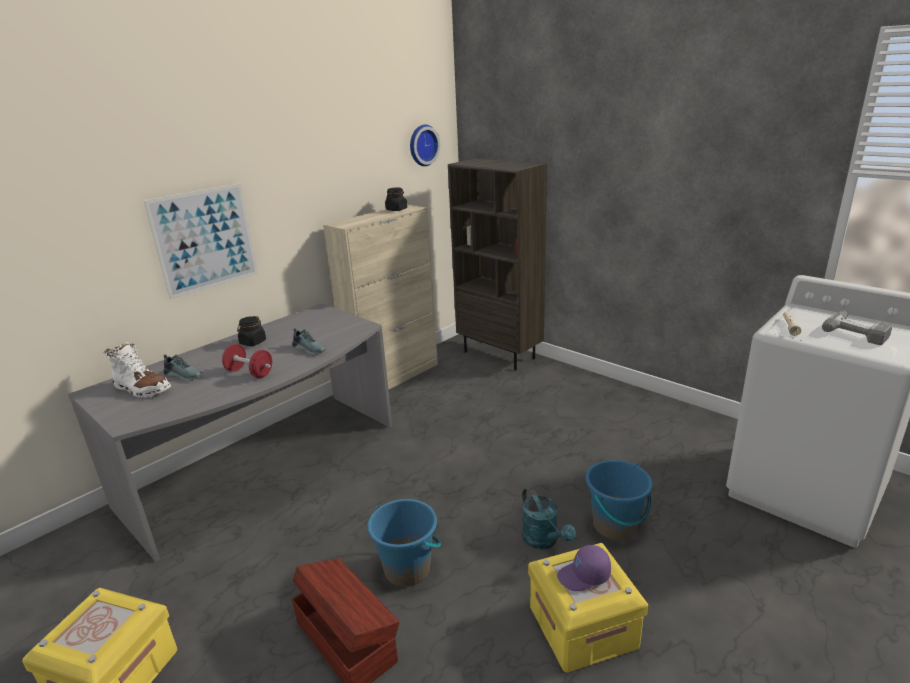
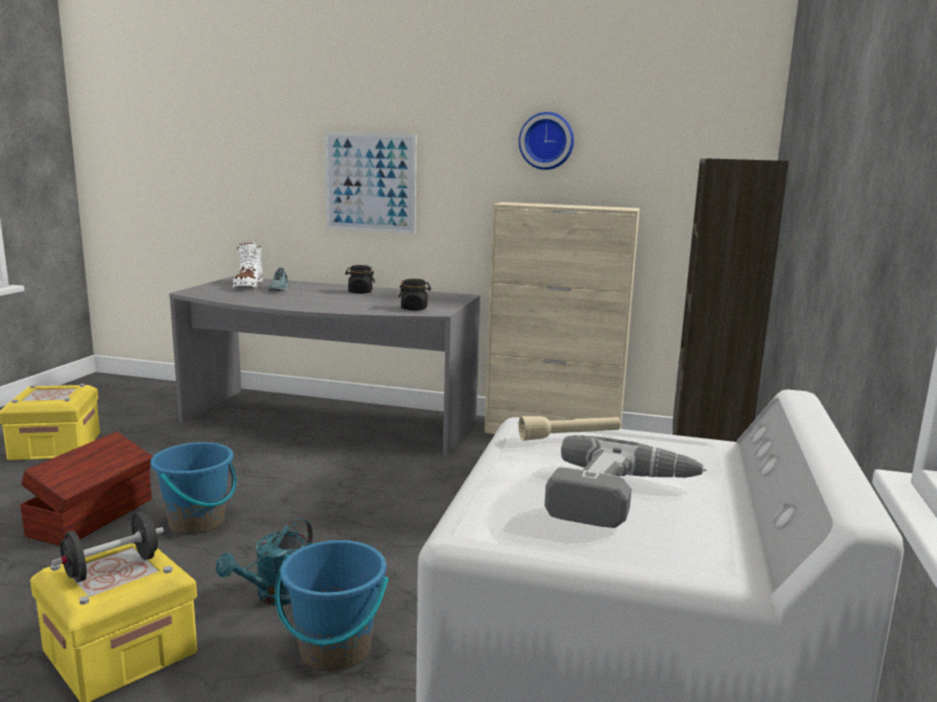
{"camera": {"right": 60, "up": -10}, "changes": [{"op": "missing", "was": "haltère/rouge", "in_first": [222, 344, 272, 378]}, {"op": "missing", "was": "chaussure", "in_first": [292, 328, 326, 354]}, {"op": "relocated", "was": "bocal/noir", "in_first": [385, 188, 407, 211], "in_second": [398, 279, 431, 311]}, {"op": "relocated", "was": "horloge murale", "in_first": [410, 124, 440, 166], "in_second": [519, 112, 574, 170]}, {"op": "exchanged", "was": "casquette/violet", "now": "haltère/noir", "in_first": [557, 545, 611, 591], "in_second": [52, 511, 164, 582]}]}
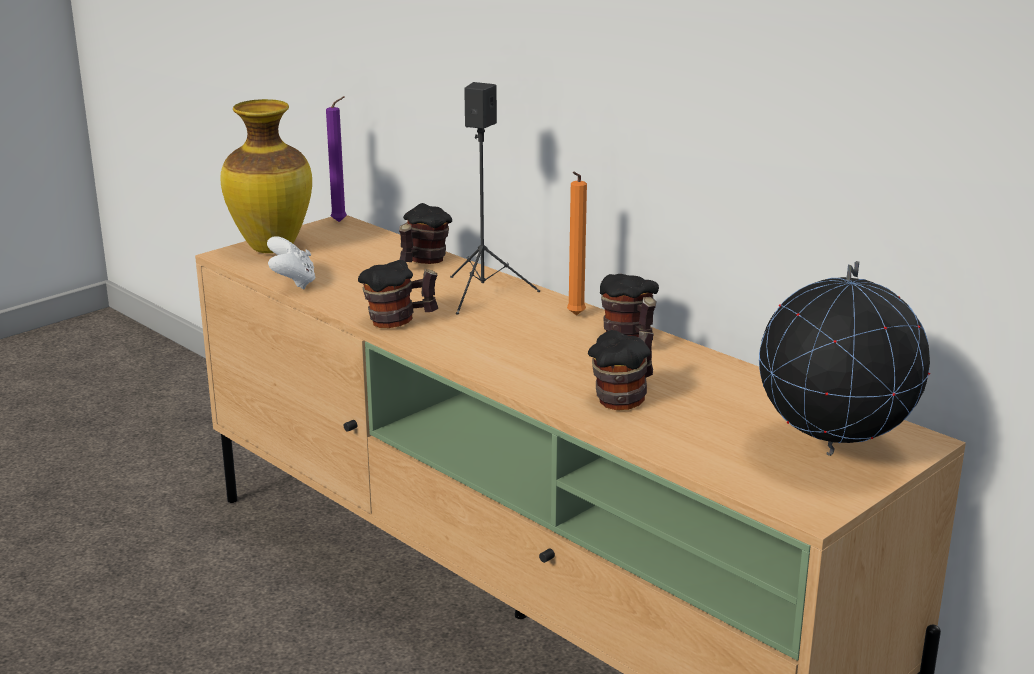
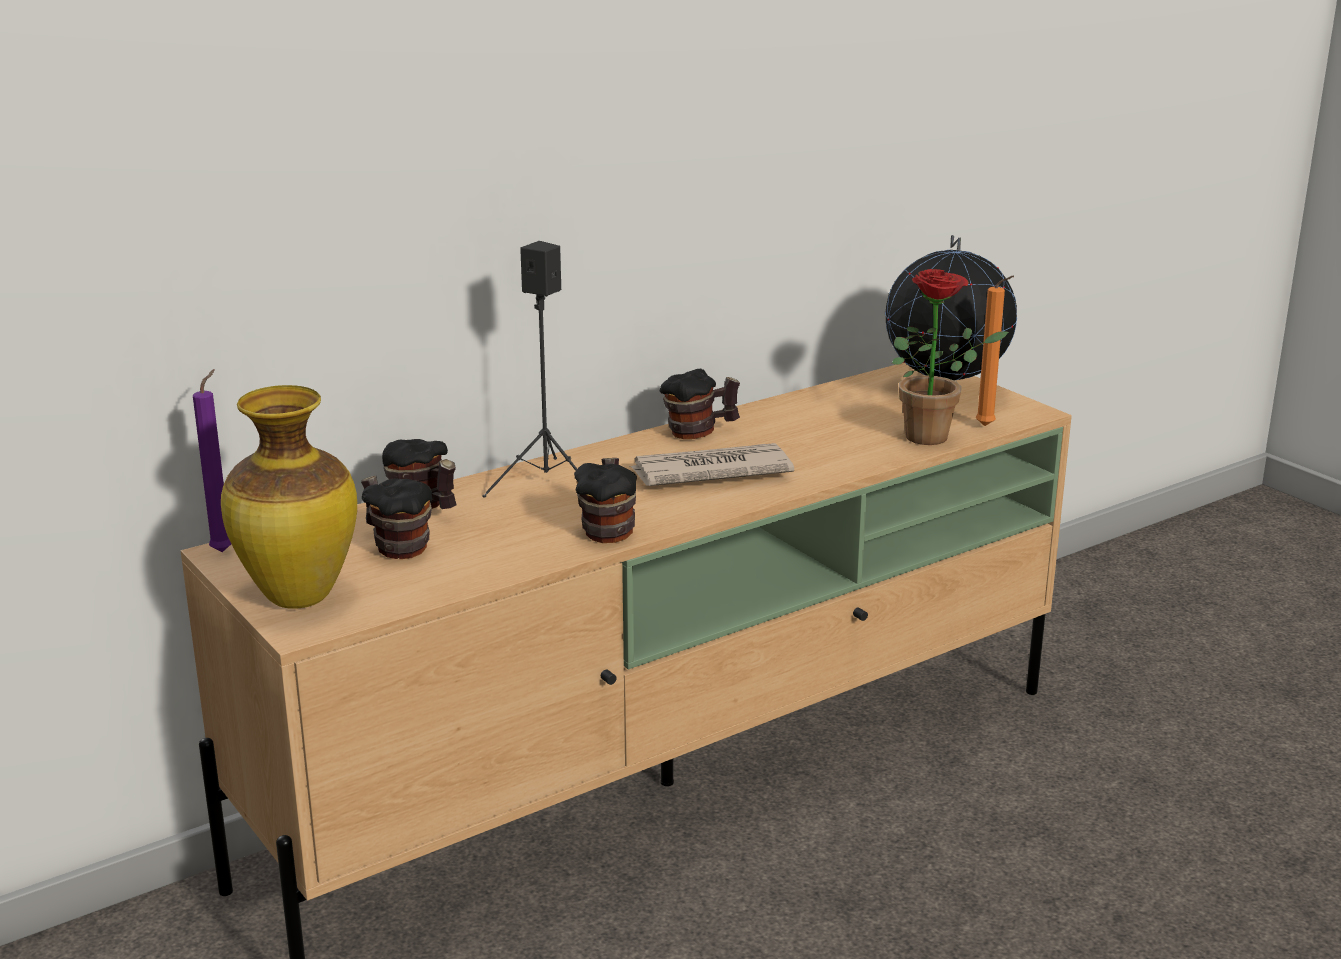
{"camera": {"right": -80, "up": 0}, "changes": [{"op": "missing", "was": "manette/blanc", "in_first": [267, 236, 316, 290]}, {"op": "relocated", "was": "bougie/orange", "in_first": [567, 172, 587, 315], "in_second": [975, 276, 1014, 426]}, {"op": "relocated", "was": "mug", "in_first": [588, 330, 654, 410], "in_second": [361, 475, 432, 559]}, {"op": "appeared", "now": "journal", "in_second": [629, 443, 794, 486]}, {"op": "appeared", "now": "plante en pot", "in_second": [892, 269, 1009, 445]}]}
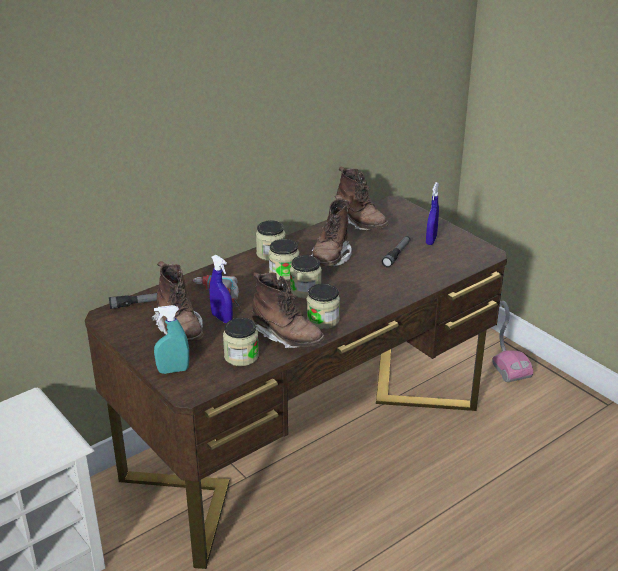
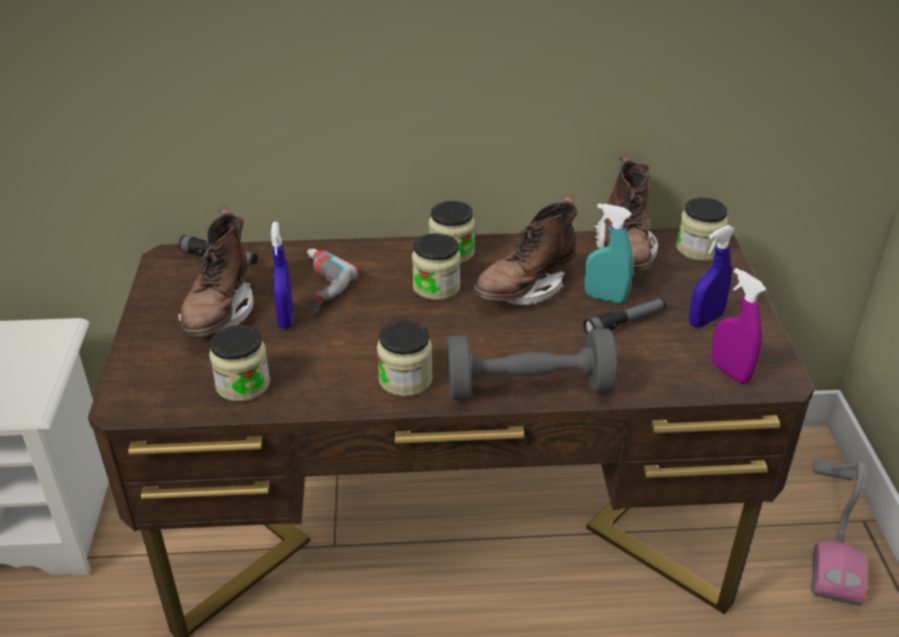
{"camera": {"right": 35, "up": 5}, "changes": [{"op": "relocated", "was": "vaporisateur/turquoise", "in_first": [154, 305, 189, 374], "in_second": [584, 203, 634, 303]}, {"op": "missing", "was": "botte/marron", "in_first": [252, 273, 325, 348]}, {"op": "relocated", "was": "bocal", "in_first": [290, 255, 322, 299], "in_second": [676, 197, 728, 261]}, {"op": "appeared", "now": "haltère/gris", "in_second": [446, 328, 618, 400]}, {"op": "appeared", "now": "vaporisateur/violet", "in_second": [711, 268, 766, 384]}]}
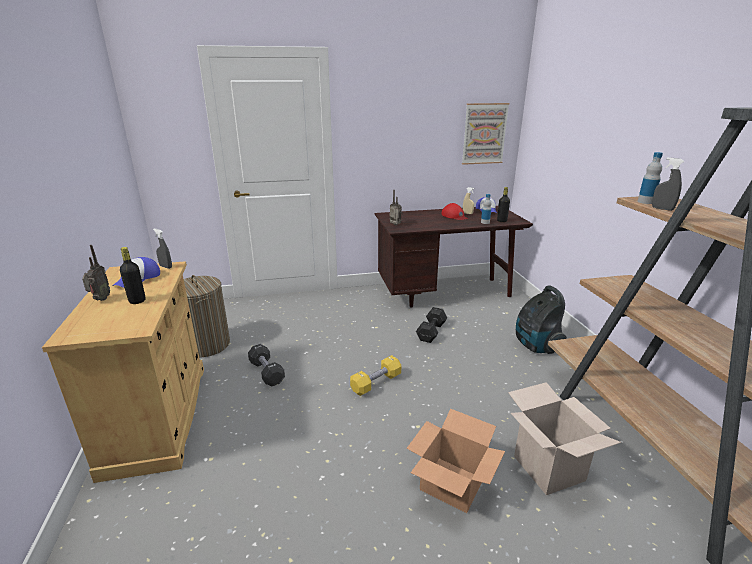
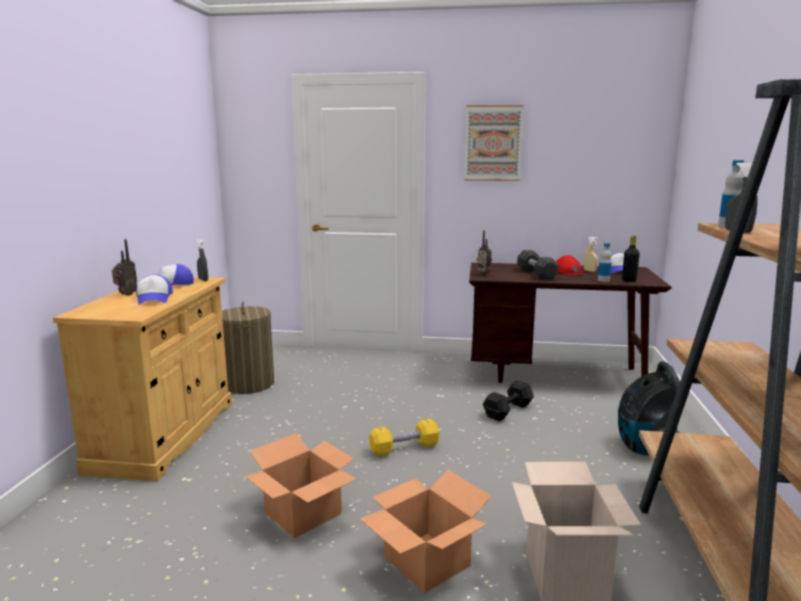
{"camera": {"right": 20, "up": -10}, "changes": [{"op": "exchanged", "was": "bouteille/noir", "now": "casquette", "in_first": [120, 247, 146, 304], "in_second": [136, 275, 173, 305]}, {"op": "relocated", "was": "haltère/noir", "in_first": [248, 344, 285, 386], "in_second": [517, 250, 558, 280]}, {"op": "relocated", "was": "tableau", "in_first": [462, 103, 509, 165], "in_second": [464, 105, 524, 181]}, {"op": "appeared", "now": "carton", "in_second": [245, 433, 357, 538]}]}
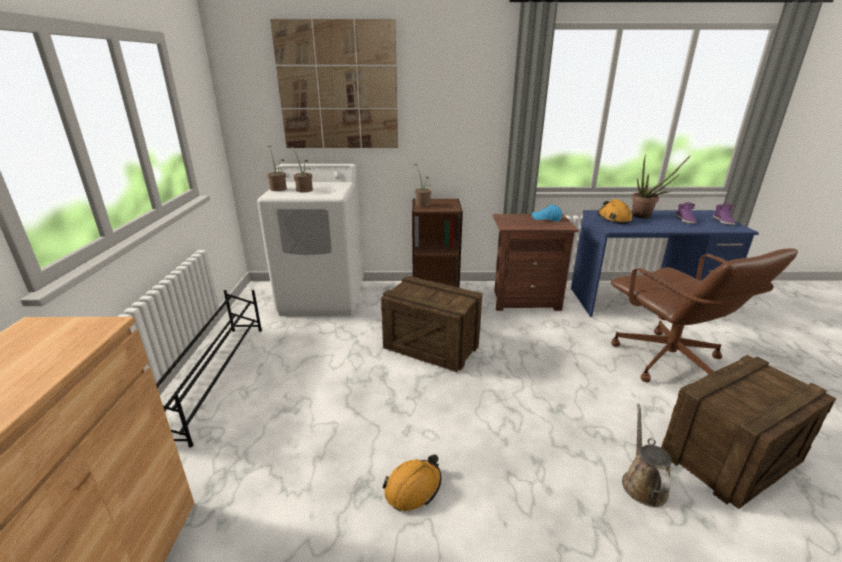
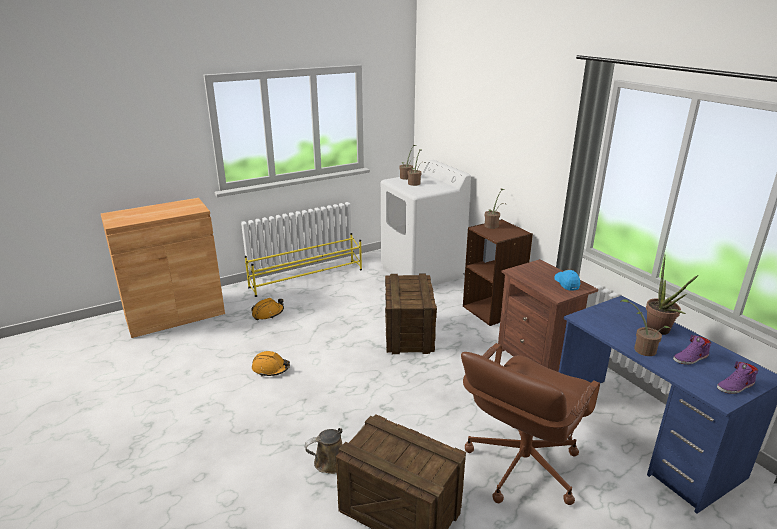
{"camera": {"right": 60, "up": 0}, "changes": [{"op": "colour", "was": "étagère à chaussures/noir", "now": "étagère à chaussures/jaune", "in_first": [156, 290, 262, 447], "in_second": [245, 233, 362, 297]}, {"op": "missing", "was": "tableau", "in_first": [270, 19, 398, 148]}, {"op": "relocated", "was": "casque de chantier/orange", "in_first": [598, 199, 632, 224], "in_second": [251, 298, 284, 320]}, {"op": "appeared", "now": "plante en pot", "in_second": [620, 299, 670, 356]}]}
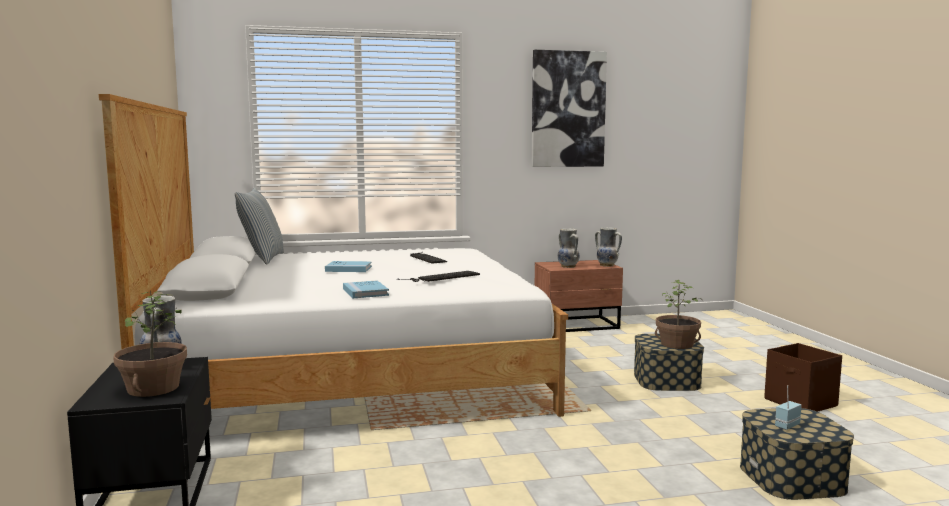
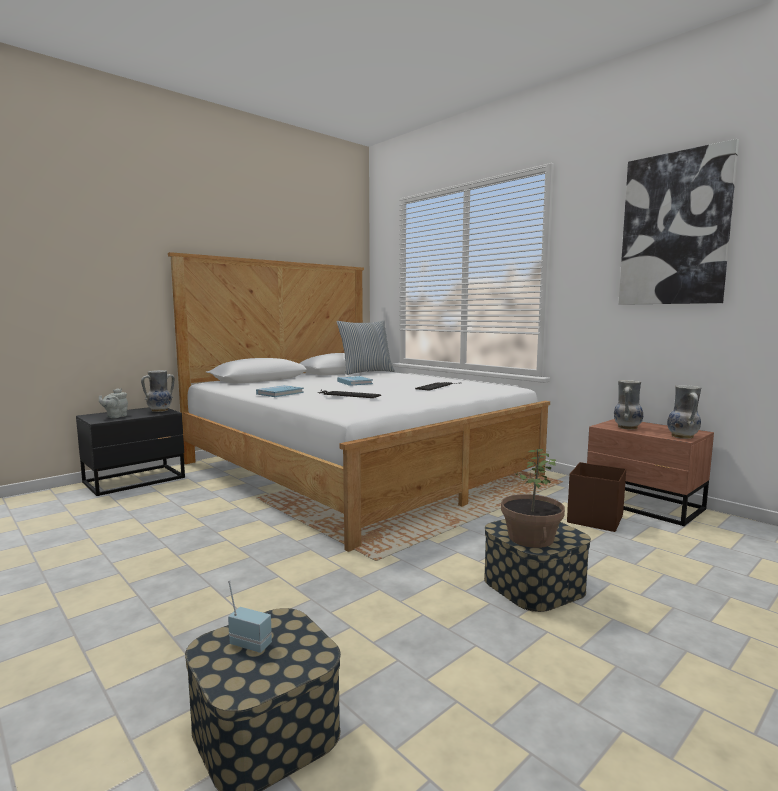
{"camera": {"right": 60, "up": 0}, "changes": [{"op": "exchanged", "was": "plante en pot", "now": "théière/gris", "in_first": [113, 291, 187, 397], "in_second": [99, 388, 128, 418]}, {"op": "relocated", "was": "boîte de rangement/marron", "in_first": [764, 343, 842, 412], "in_second": [567, 462, 626, 532]}]}
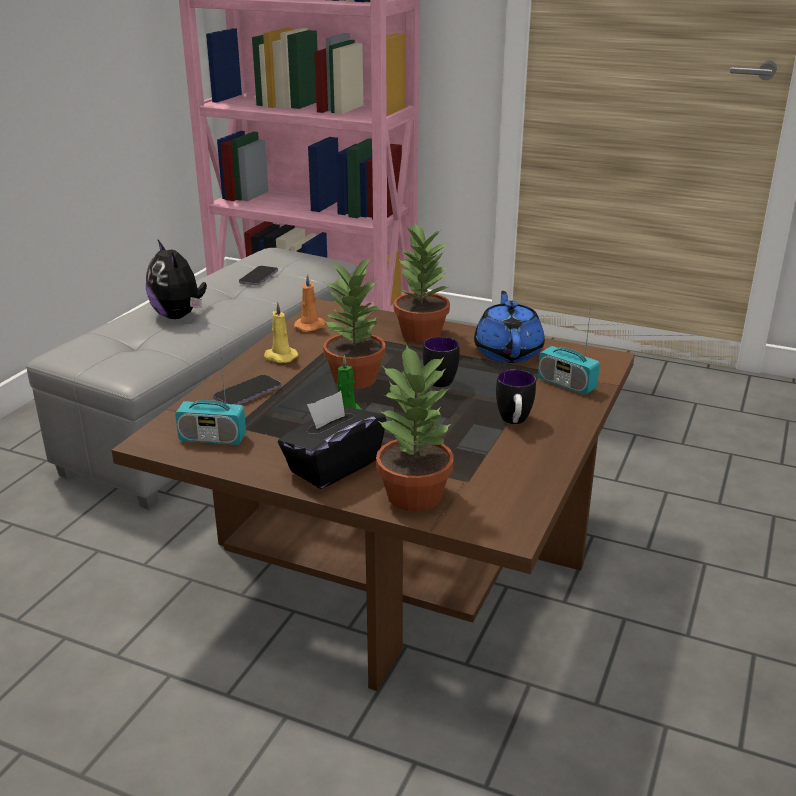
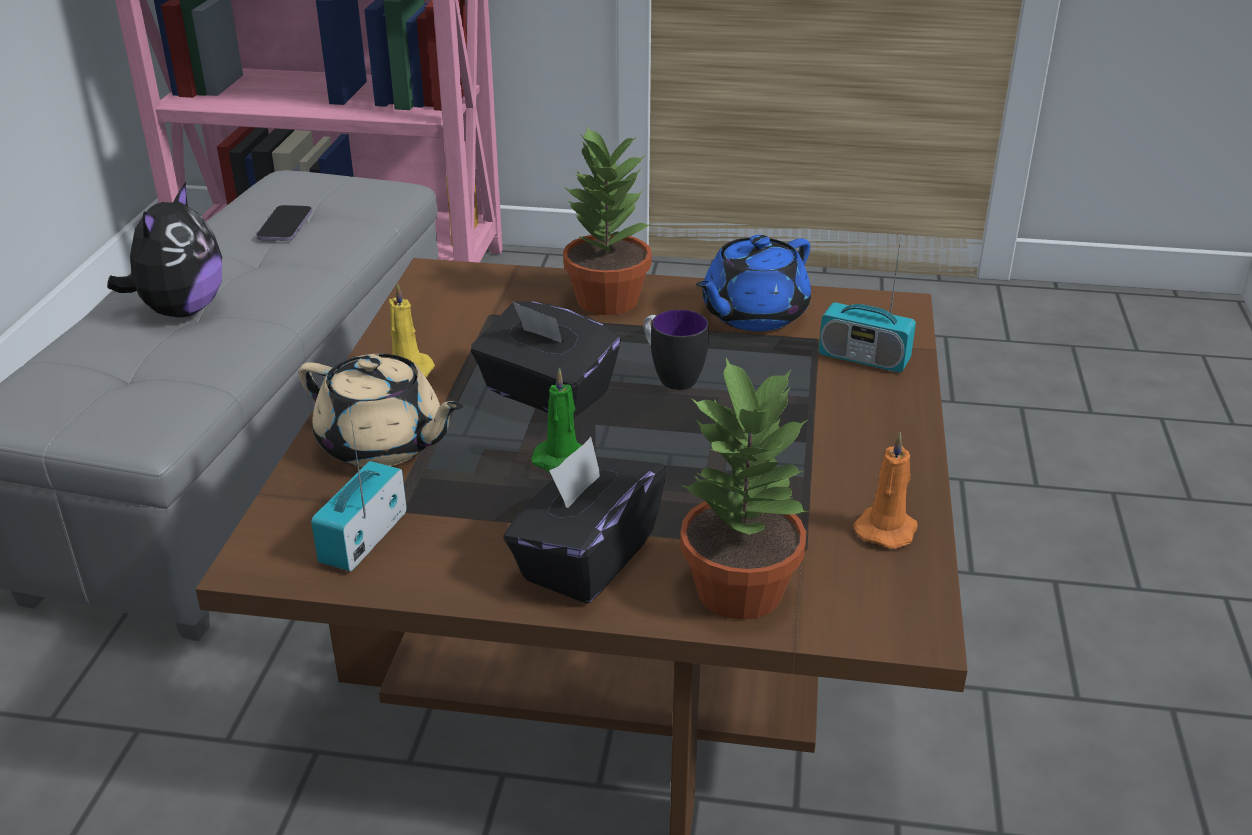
{"camera": {"right": -15, "up": 5}, "changes": [{"op": "spun", "was": "peluche", "in_first": [146, 240, 207, 319], "in_second": [107, 182, 222, 317], "clockwise": -120}, {"op": "spun", "was": "radio", "in_first": [175, 351, 246, 445], "in_second": [311, 420, 407, 571], "clockwise": 120}, {"op": "exchanged", "was": "téléphone", "now": "théière/beige", "in_first": [213, 375, 281, 405], "in_second": [298, 354, 464, 467]}, {"op": "relocated", "was": "bougie/orange", "in_first": [294, 274, 325, 332], "in_second": [854, 432, 918, 549]}, {"op": "exchanged", "was": "plante en pot", "now": "boîte à mouchoirs/noir", "in_first": [323, 256, 385, 389], "in_second": [471, 301, 621, 417]}, {"op": "spun", "was": "théière/bleu", "in_first": [474, 291, 545, 363], "in_second": [696, 235, 811, 331], "clockwise": -120}, {"op": "missing", "was": "mug", "in_first": [496, 370, 536, 424]}]}
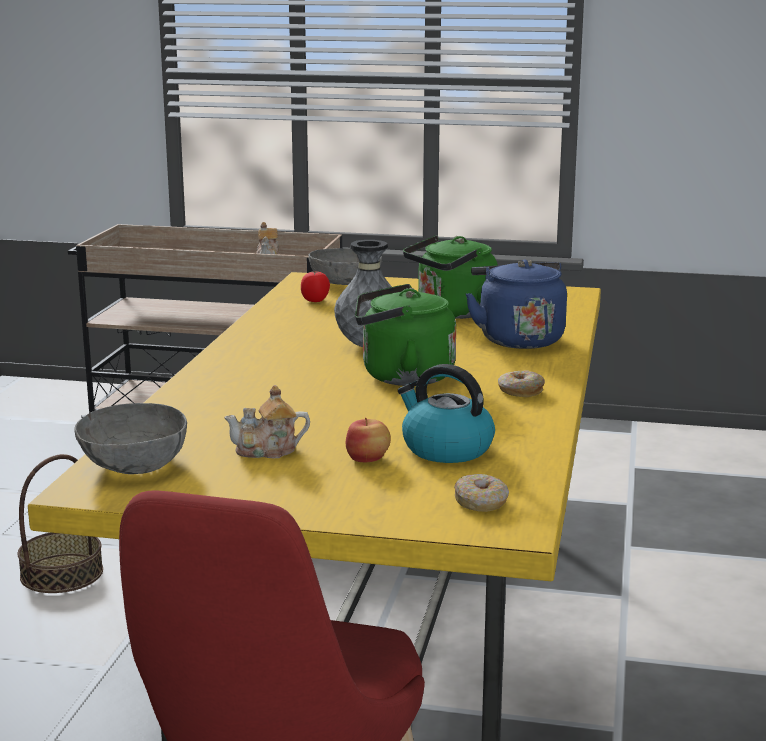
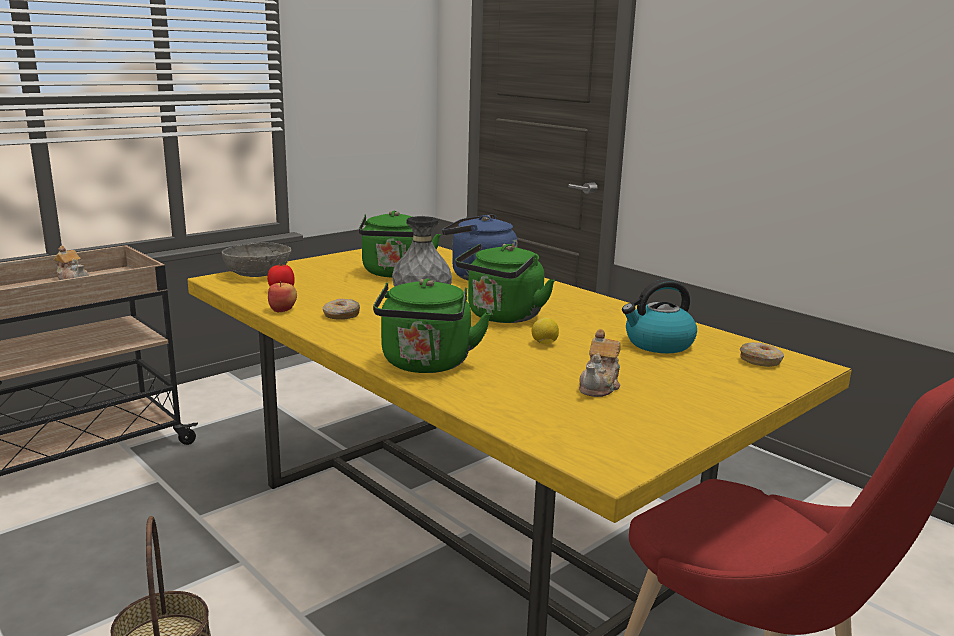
{"camera": {"right": -55, "up": 0}, "changes": [{"op": "missing", "was": "bol/gris", "in_first": [74, 403, 187, 474]}, {"op": "relocated", "was": "pomme", "in_first": [346, 418, 391, 462], "in_second": [268, 281, 297, 312]}, {"op": "relocated", "was": "beignet", "in_first": [498, 371, 545, 397], "in_second": [323, 299, 360, 320]}, {"op": "appeared", "now": "bouilloire/vert", "in_second": [373, 278, 491, 373]}, {"op": "appeared", "now": "citron", "in_second": [532, 318, 559, 344]}]}
